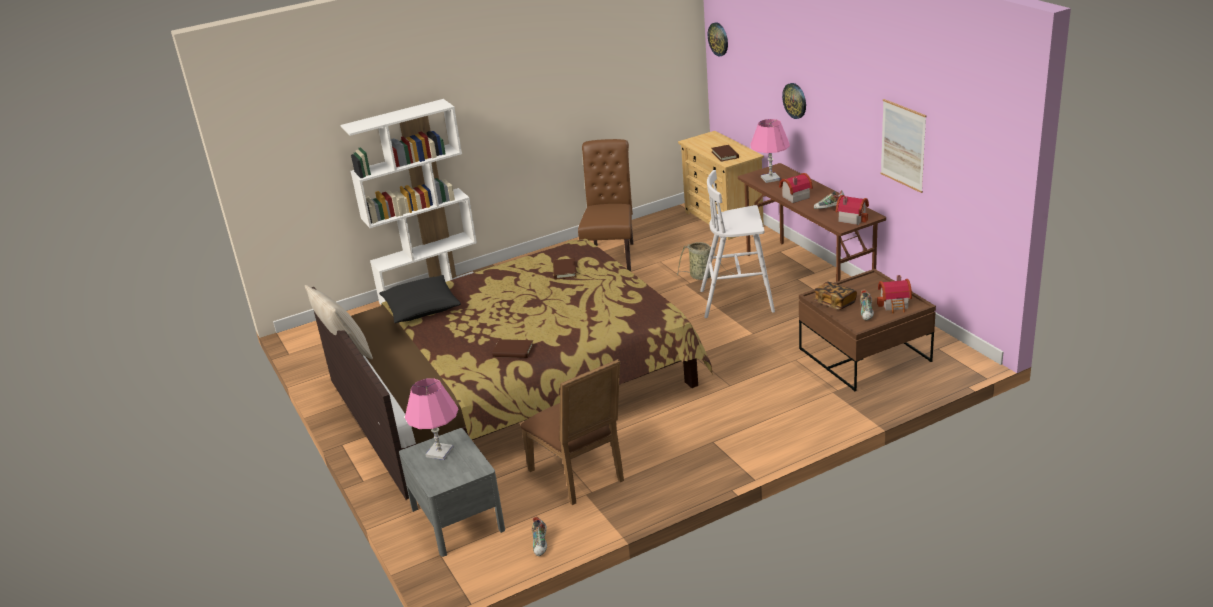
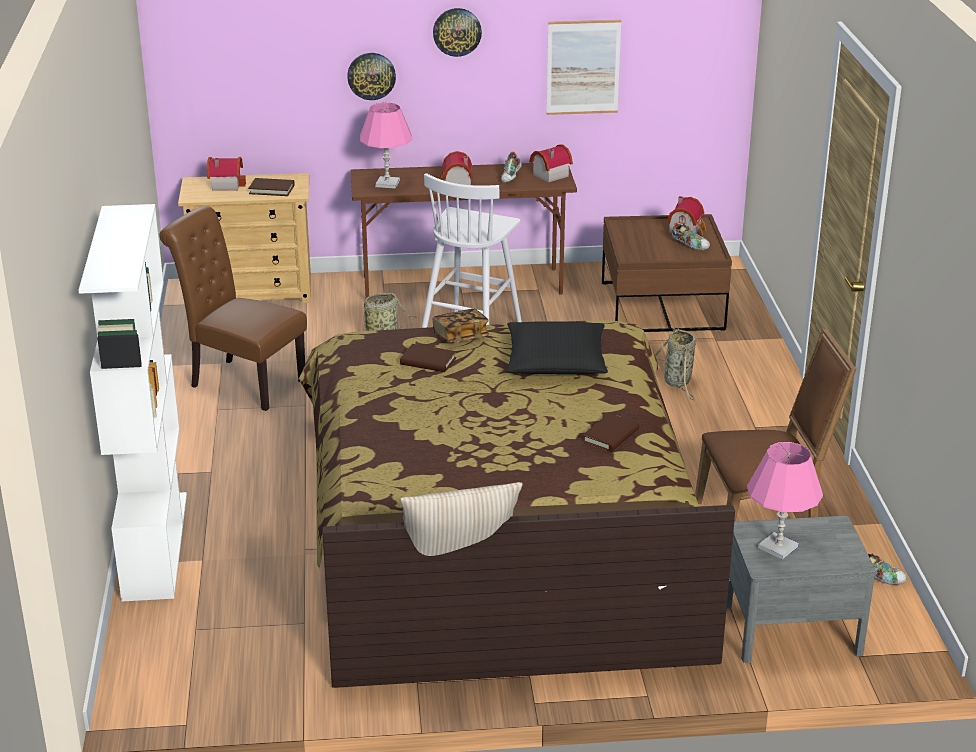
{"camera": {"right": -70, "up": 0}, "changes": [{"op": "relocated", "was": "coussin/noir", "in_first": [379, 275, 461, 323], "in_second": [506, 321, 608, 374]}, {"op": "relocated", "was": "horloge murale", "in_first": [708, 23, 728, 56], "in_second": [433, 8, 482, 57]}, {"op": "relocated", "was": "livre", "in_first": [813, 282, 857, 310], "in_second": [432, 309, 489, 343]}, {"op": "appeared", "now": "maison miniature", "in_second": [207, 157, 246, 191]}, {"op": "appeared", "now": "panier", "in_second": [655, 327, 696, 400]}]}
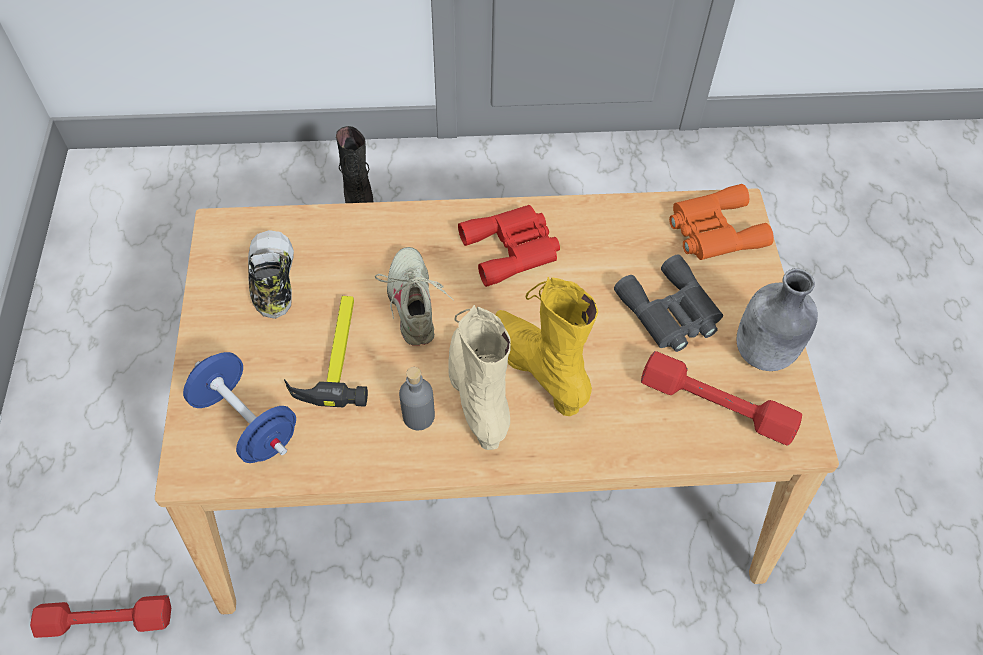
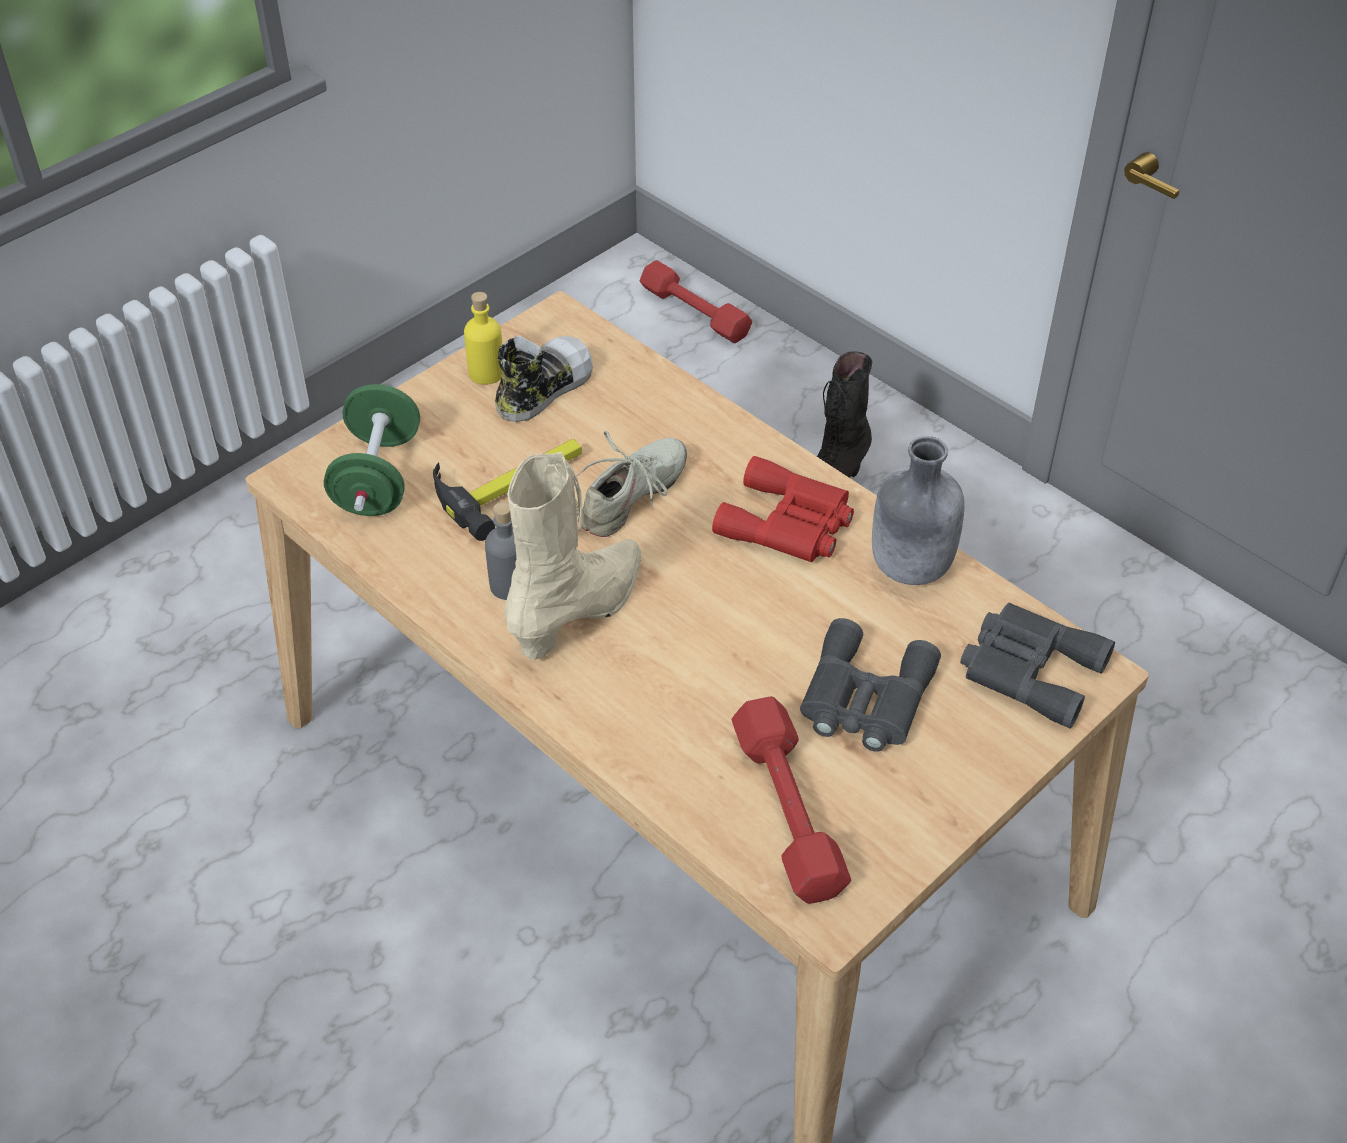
{"camera": {"right": 50, "up": -10}, "changes": [{"op": "relocated", "was": "haltère/rouge", "in_first": [30, 595, 171, 638], "in_second": [640, 260, 752, 343]}, {"op": "colour", "was": "haltère/bleu", "now": "haltère/vert", "in_first": [183, 352, 296, 463], "in_second": [324, 384, 420, 516]}, {"op": "missing", "was": "botte/jaune", "in_first": [495, 277, 598, 416]}, {"op": "colour", "was": "jumelles/orange", "now": "jumelles/gris", "in_first": [669, 184, 774, 260], "in_second": [960, 603, 1115, 729]}, {"op": "relocated", "was": "bouteille/gris", "in_first": [737, 268, 818, 371], "in_second": [872, 436, 964, 585]}, {"op": "appeared", "now": "bouteille/jaune", "in_second": [464, 292, 502, 385]}]}
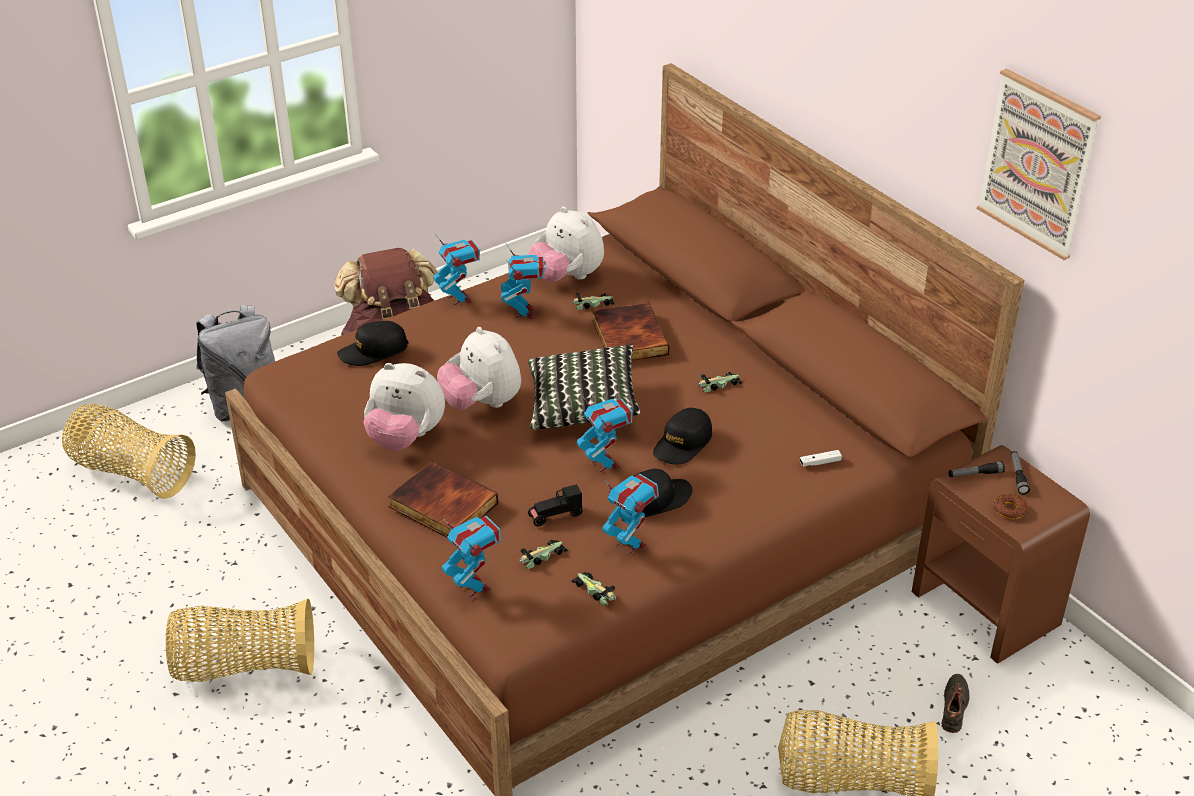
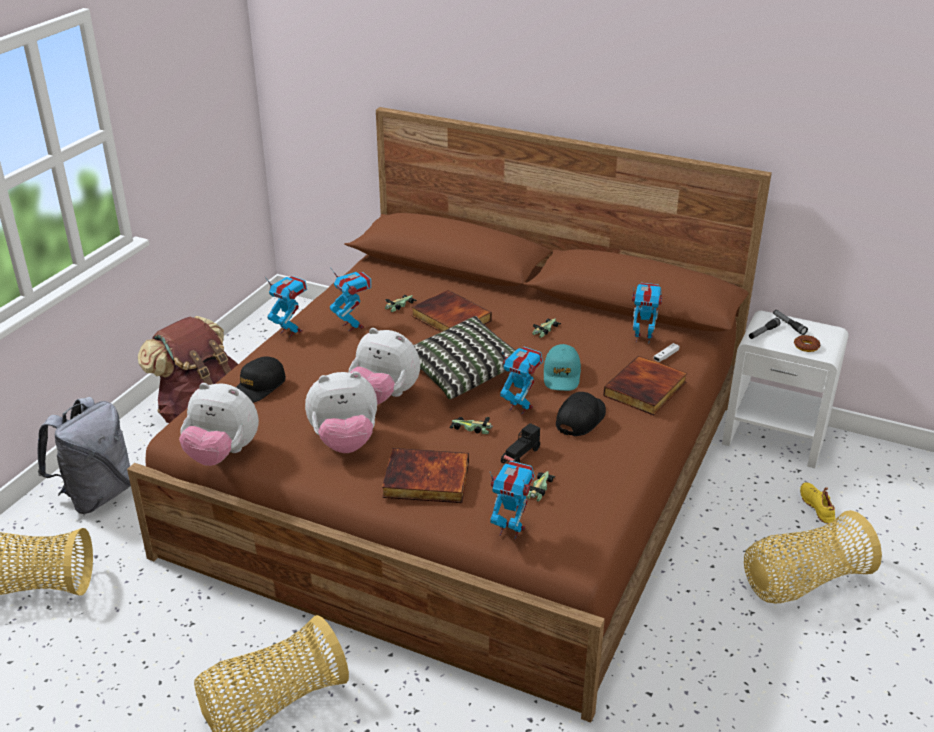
{"camera": {"right": -30, "up": -5}, "changes": [{"op": "relocated", "was": "peluche", "in_first": [529, 207, 604, 282], "in_second": [179, 383, 259, 466]}, {"op": "relocated", "was": "petite voiture", "in_first": [572, 572, 616, 606], "in_second": [450, 417, 493, 434]}, {"op": "relocated", "was": "robot jouet", "in_first": [602, 473, 659, 555], "in_second": [632, 283, 662, 344]}, {"op": "colour", "was": "casquette/noir", "now": "casquette/turquoise", "in_first": [653, 408, 712, 464], "in_second": [544, 344, 581, 391]}, {"op": "colour", "was": "table de chevet/marron", "now": "table de chevet/blanc", "in_first": [912, 445, 1090, 664], "in_second": [722, 311, 849, 468]}, {"op": "colour", "was": "chaussure/noir", "now": "chaussure/jaune", "in_first": [941, 674, 970, 733], "in_second": [800, 482, 835, 523]}, {"op": "missing", "was": "tableau", "in_first": [977, 69, 1101, 260]}, {"op": "appeared", "now": "livre", "in_second": [603, 356, 687, 415]}]}
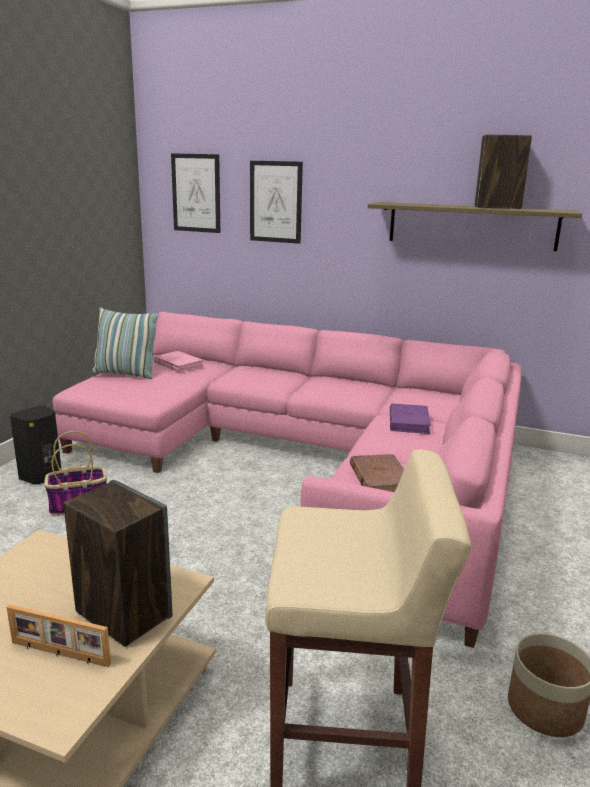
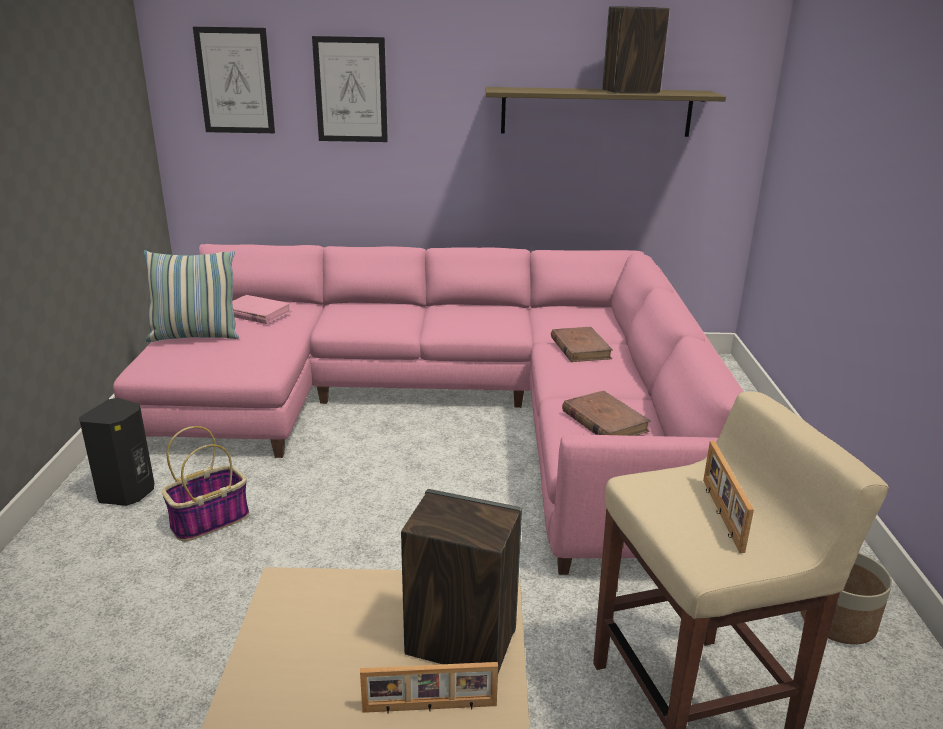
{"camera": {"right": -20, "up": 5}, "changes": [{"op": "colour", "was": "livre/violet", "now": "livre/marron", "in_first": [390, 404, 431, 434], "in_second": [551, 327, 613, 362]}, {"op": "appeared", "now": "cadre photo", "in_second": [703, 441, 754, 553]}]}
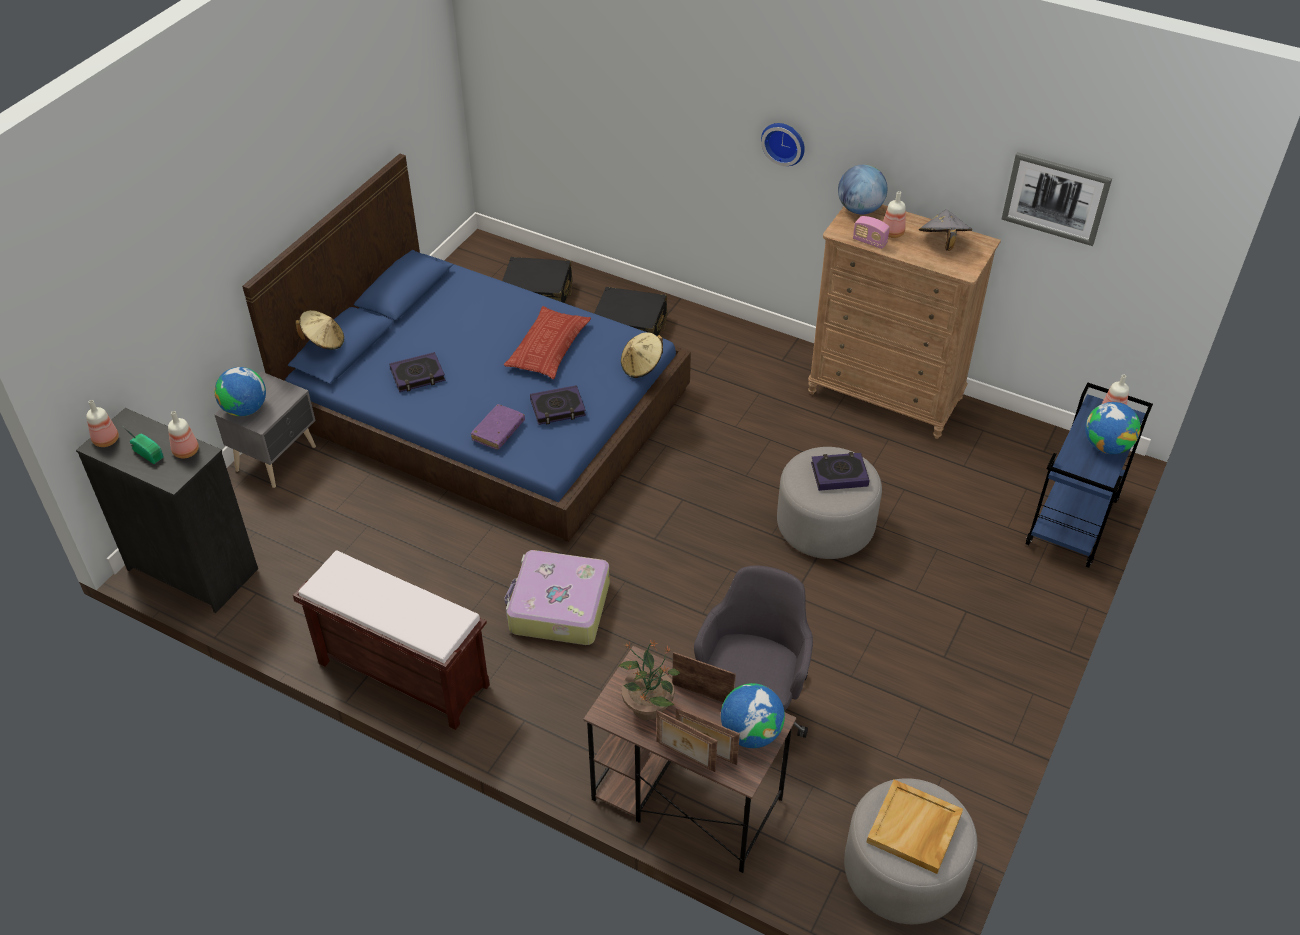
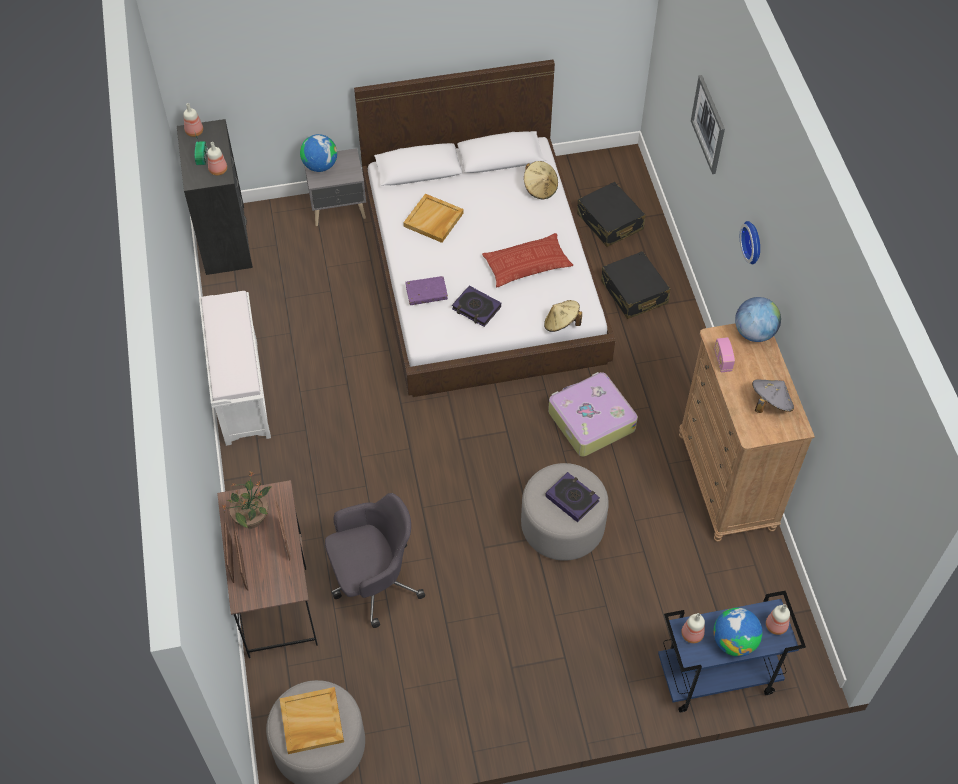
{"camera": {"right": 50, "up": 10}, "changes": [{"op": "colour", "was": "lit/bleu", "now": "lit/blanc", "in_first": [242, 154, 691, 542], "in_second": [354, 59, 615, 397]}, {"op": "colour", "was": "banc/marron", "now": "banc/blanc", "in_first": [293, 550, 490, 730], "in_second": [199, 291, 271, 446]}, {"op": "relocated", "was": "chapeau/beige", "in_first": [296, 310, 344, 350], "in_second": [524, 161, 558, 200]}, {"op": "exchanged", "was": "livre", "now": "plateau/beige", "in_first": [389, 352, 445, 392], "in_second": [403, 194, 464, 243]}, {"op": "relocated", "was": "valise", "in_first": [504, 550, 610, 645], "in_second": [548, 372, 638, 456]}, {"op": "missing", "was": "globe", "in_first": [721, 683, 785, 748]}, {"op": "relocated", "was": "bouteille", "in_first": [883, 191, 906, 238], "in_second": [681, 613, 705, 643]}, {"op": "relocated", "was": "tableau", "in_first": [1002, 152, 1112, 246], "in_second": [691, 75, 725, 174]}]}
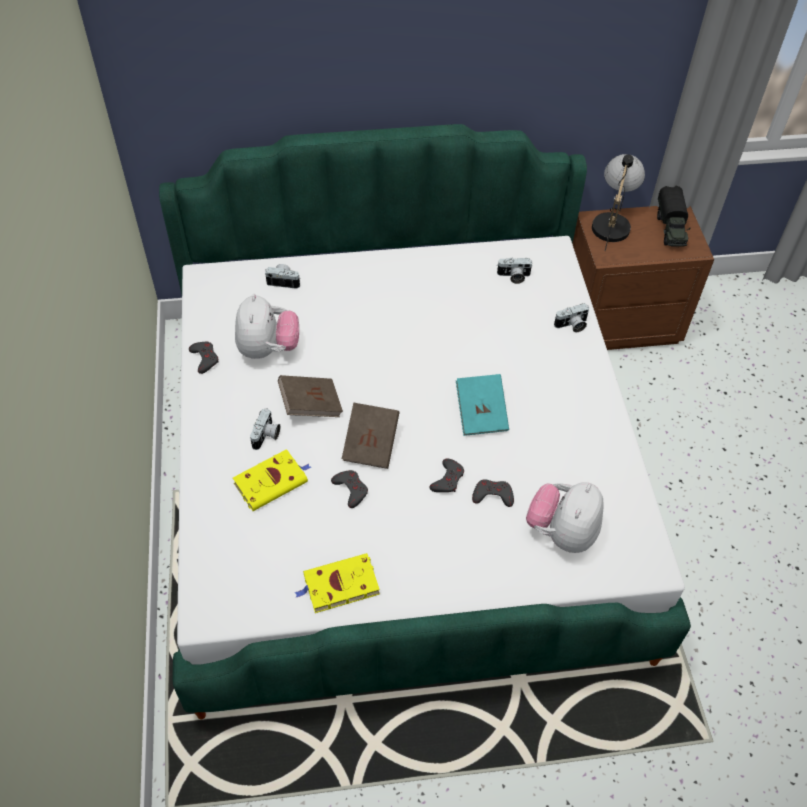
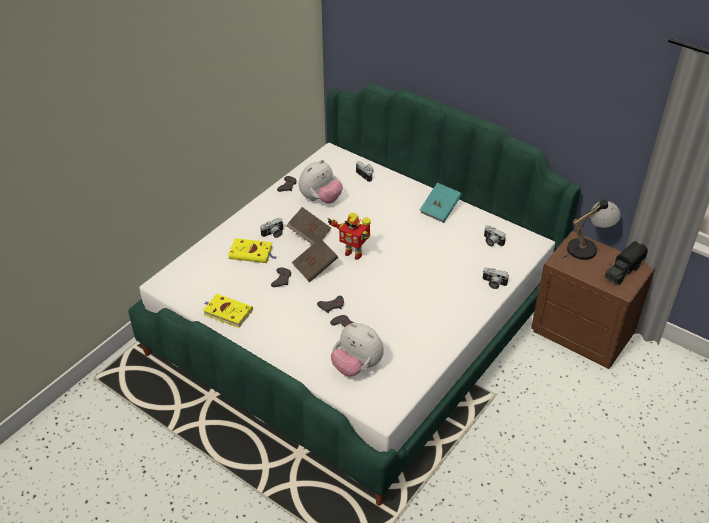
{"camera": {"right": 45, "up": -10}, "changes": [{"op": "relocated", "was": "livre/turquoise", "in_first": [456, 374, 509, 436], "in_second": [420, 183, 462, 223]}, {"op": "spun", "was": "peluche", "in_first": [526, 482, 603, 553], "in_second": [331, 323, 384, 376], "clockwise": -120}, {"op": "appeared", "now": "robot jouet", "in_second": [327, 213, 371, 260]}]}
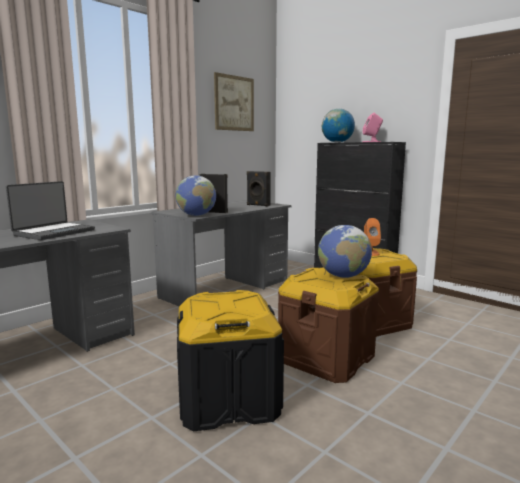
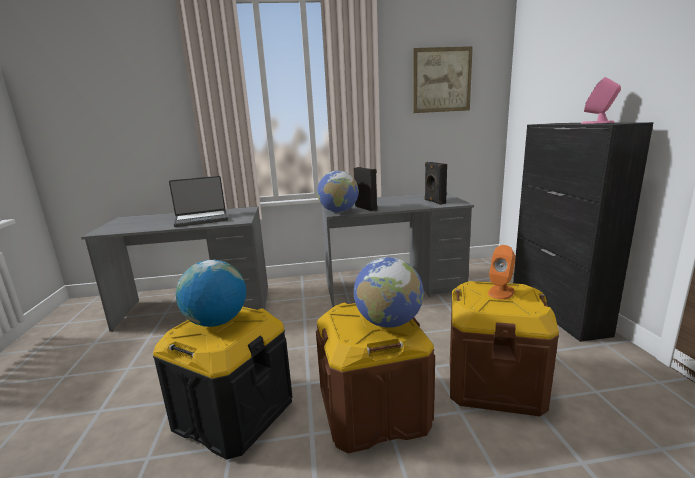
{"camera": {"right": 40, "up": 5}, "changes": [{"op": "relocated", "was": "globe", "in_first": [322, 109, 355, 143], "in_second": [176, 260, 246, 327]}]}
